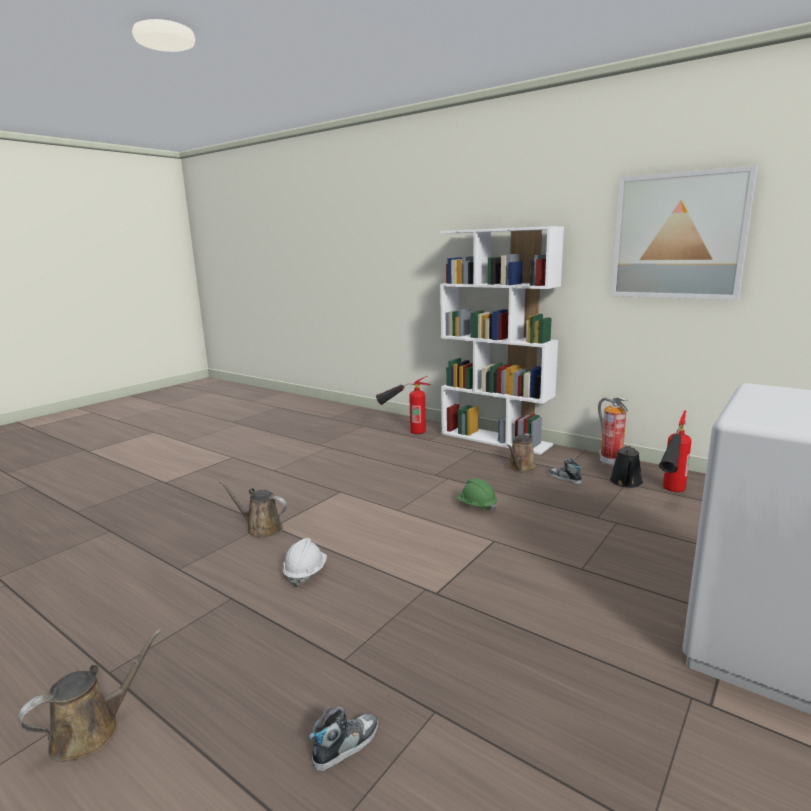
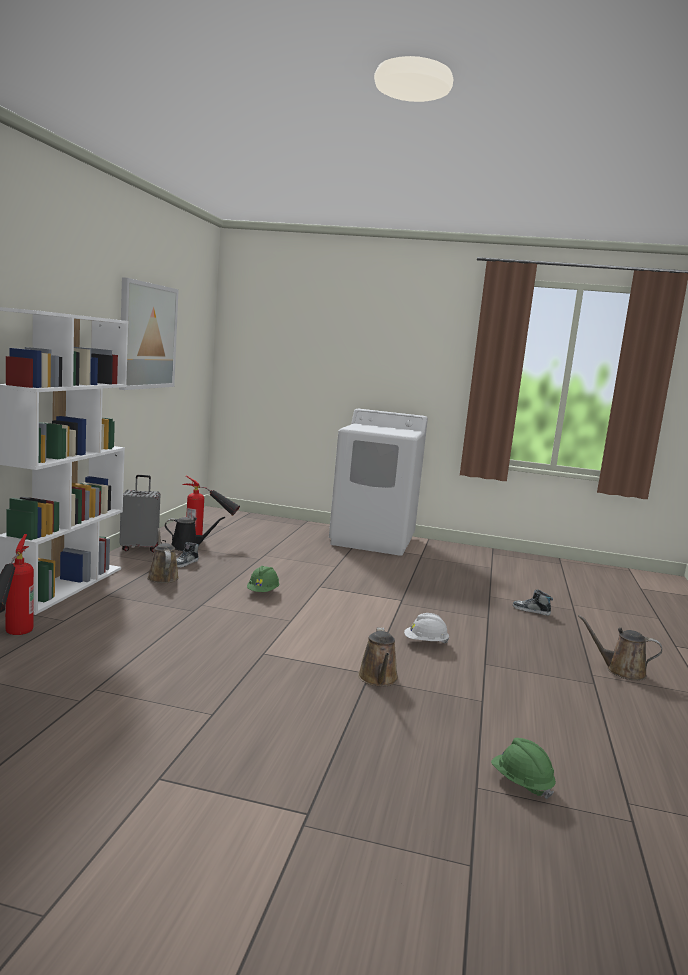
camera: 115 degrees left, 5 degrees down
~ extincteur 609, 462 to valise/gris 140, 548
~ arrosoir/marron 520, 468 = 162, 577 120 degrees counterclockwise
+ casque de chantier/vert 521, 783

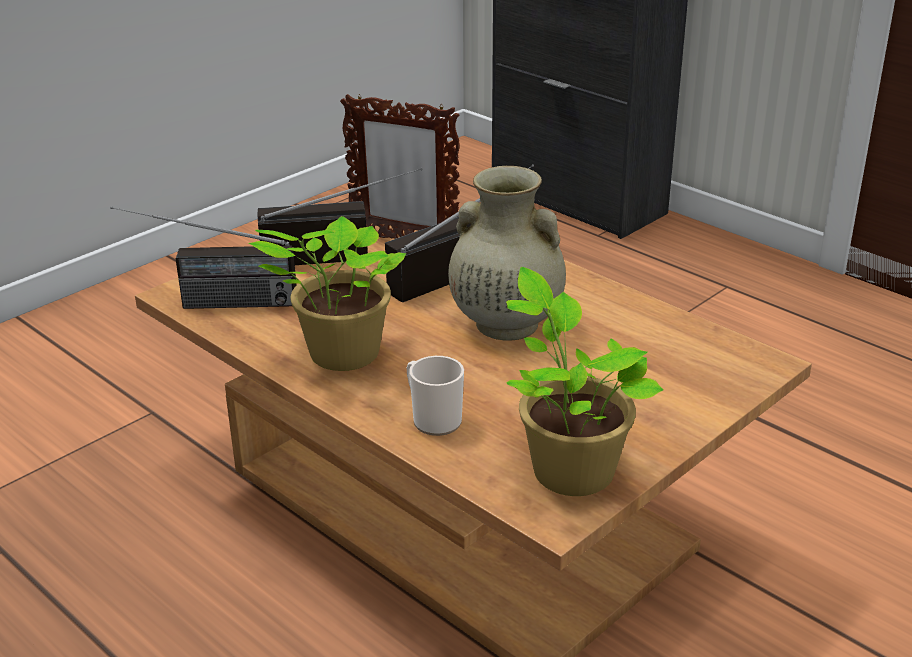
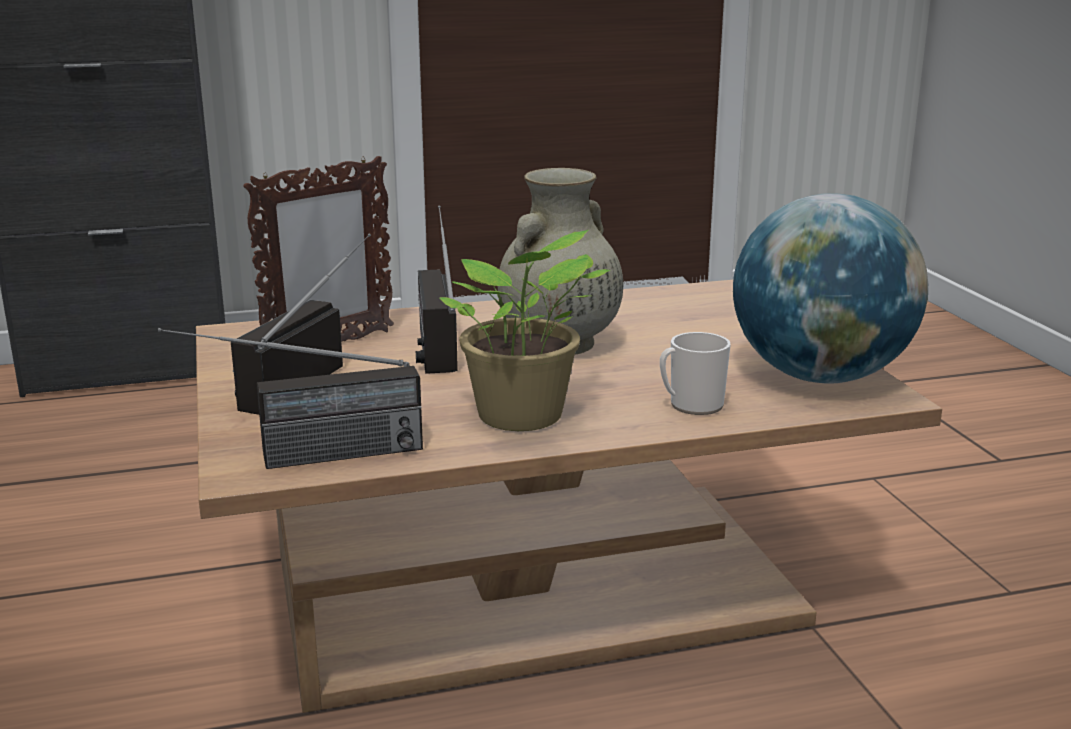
camera: 60 degrees left, 10 degrees down
~ radio 209, 303 = 300, 458 45 degrees clockwise
~ plante en pot 568, 469 to globe 820, 376

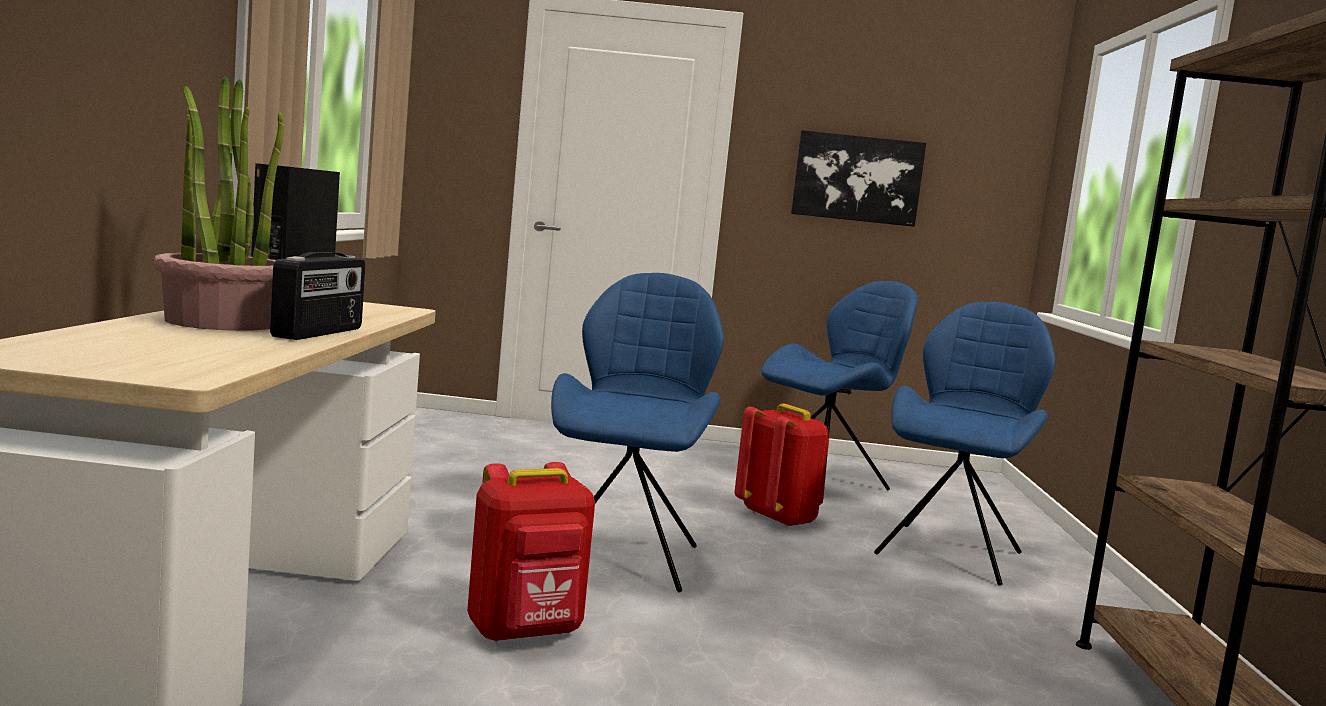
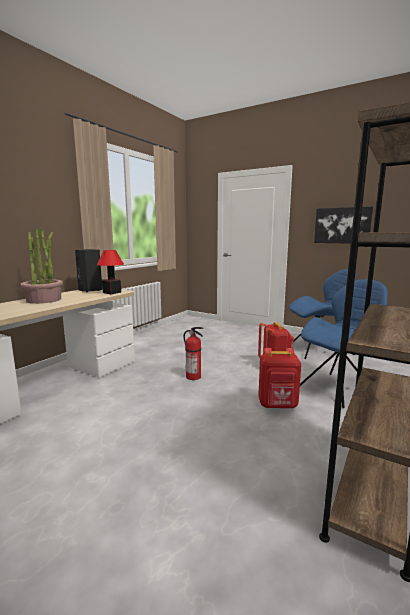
camera: 30 degrees right, 5 degrees up
+ lampe de table 112, 292
~ chaise/bleu 623, 556 to extincteur 194, 377
~ sac à dos/rouge 526, 632 to 278, 405
- radio 319, 333

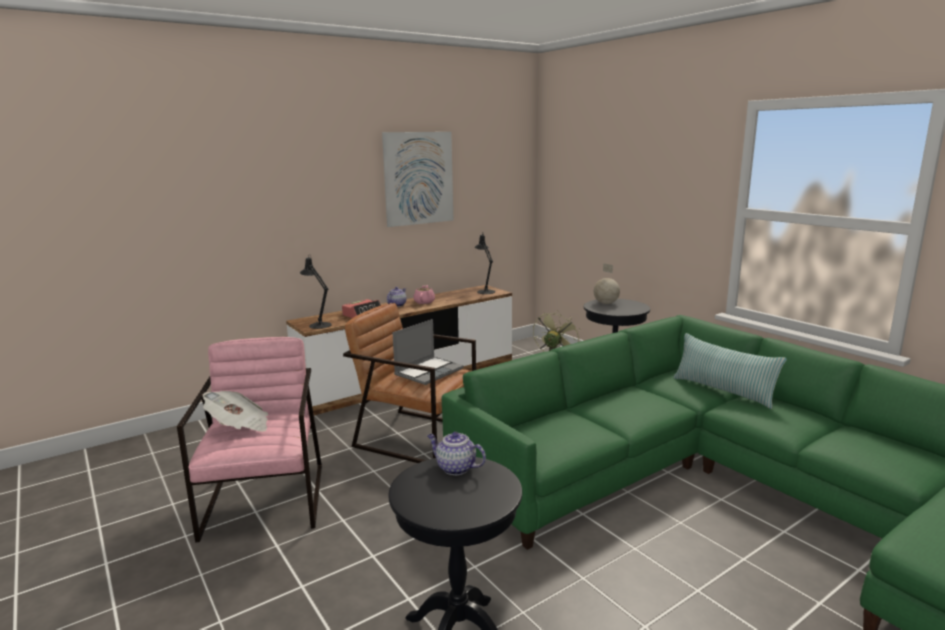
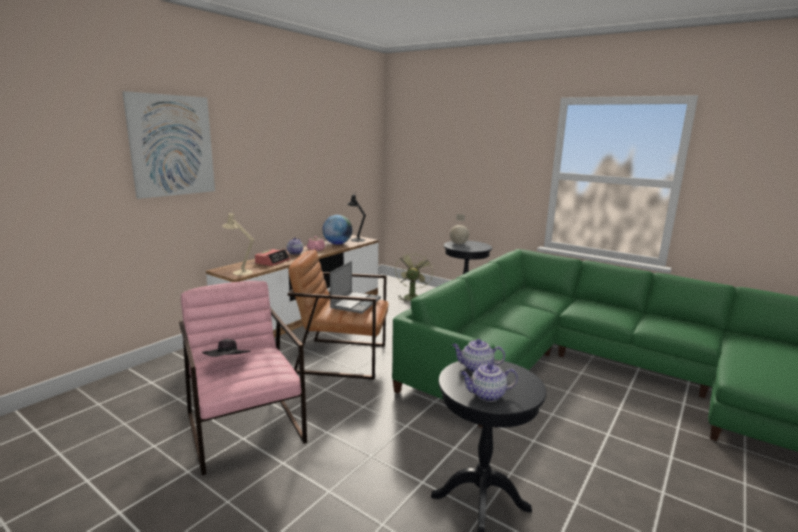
camera: 20 degrees left, 0 degrees up
~ tableau 419, 178 to 172, 146
~ journal 239, 426 to chapeau/noir 228, 363
~ lampe de table/noir 318, 324 to lampe de table/beige 240, 272
+ globe 337, 244
+ théière 487, 395
- coussin 723, 390

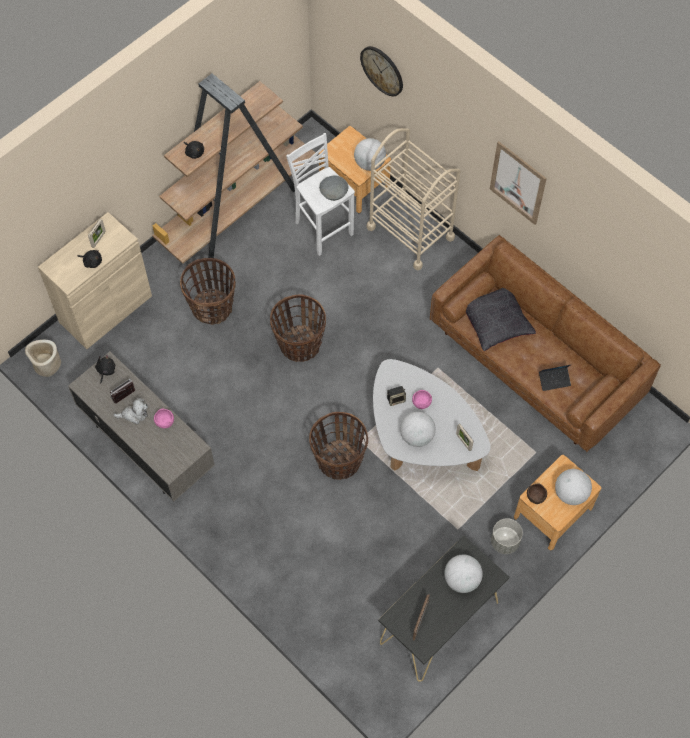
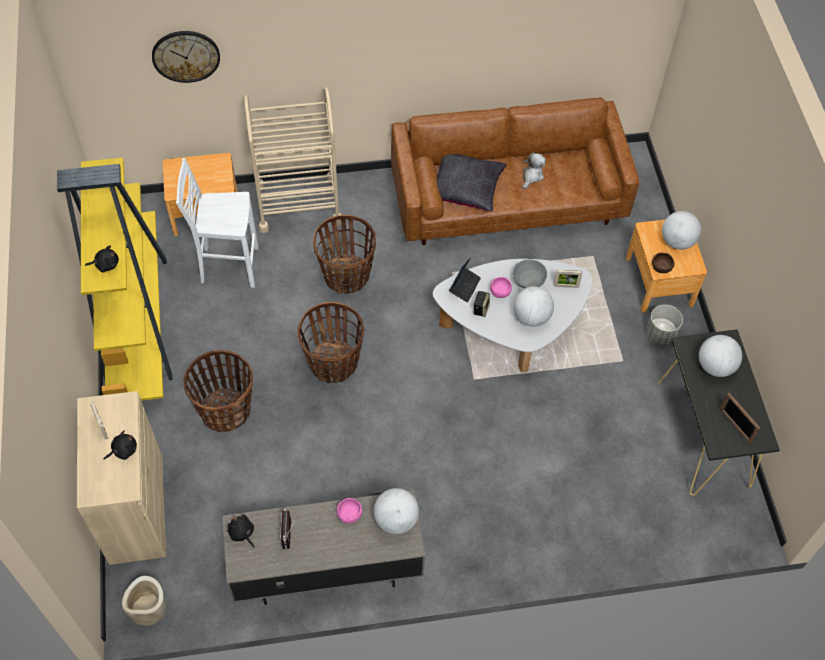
camera: 55 degrees left, 5 degrees down
~ bibliothèque/marron 237, 207 to bibliothèque/jaune 136, 319
~ panier 339, 461 to 346, 275
~ globe 369, 163 to 396, 520
~ ordinateur portable 554, 380 to 464, 286
~ bol/gris 334, 193 to 528, 280
~ peluche 134, 414 to 532, 176
- tableau 517, 183

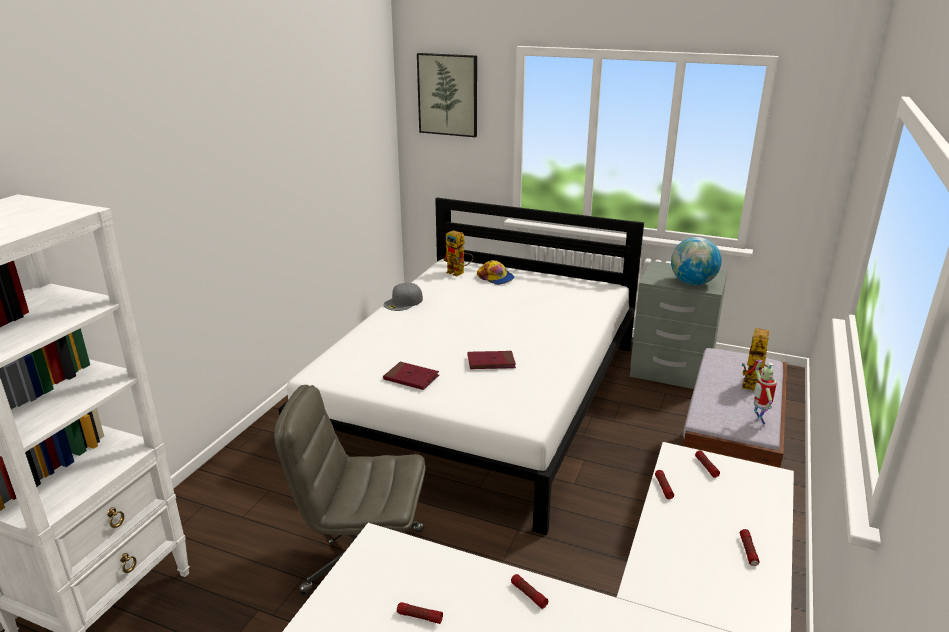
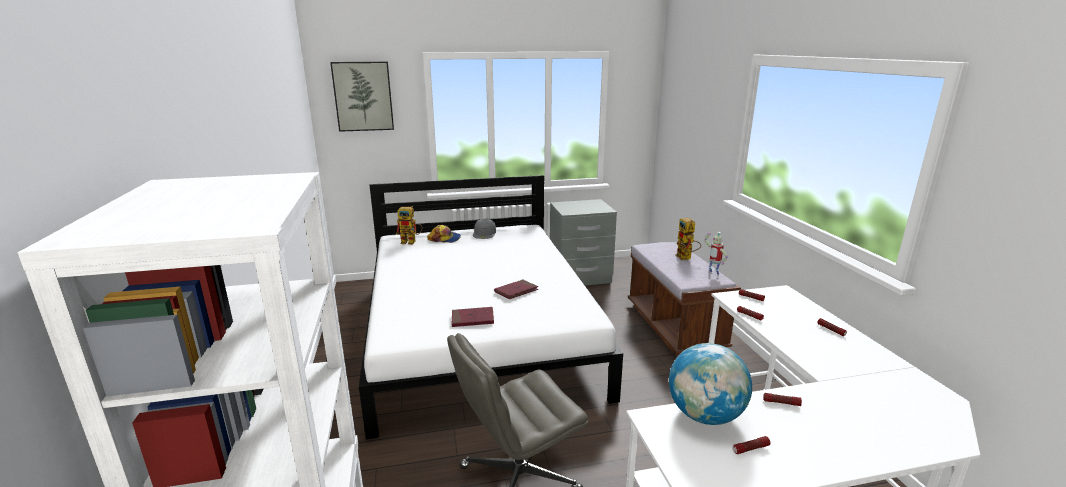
camera: 35 degrees left, 5 degrees down
~ casquette/gris 403, 302 to 484, 233
~ globe 692, 283 to 705, 415

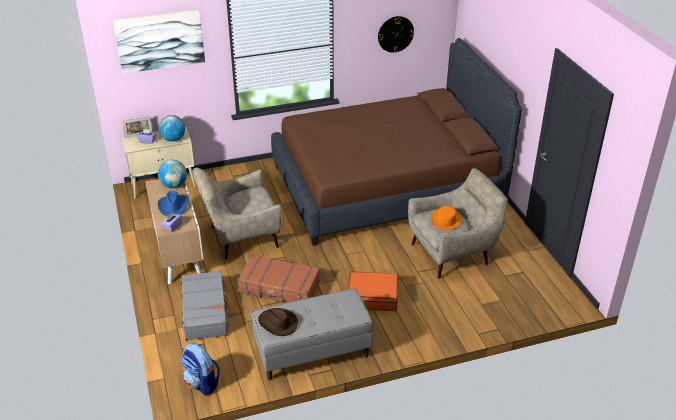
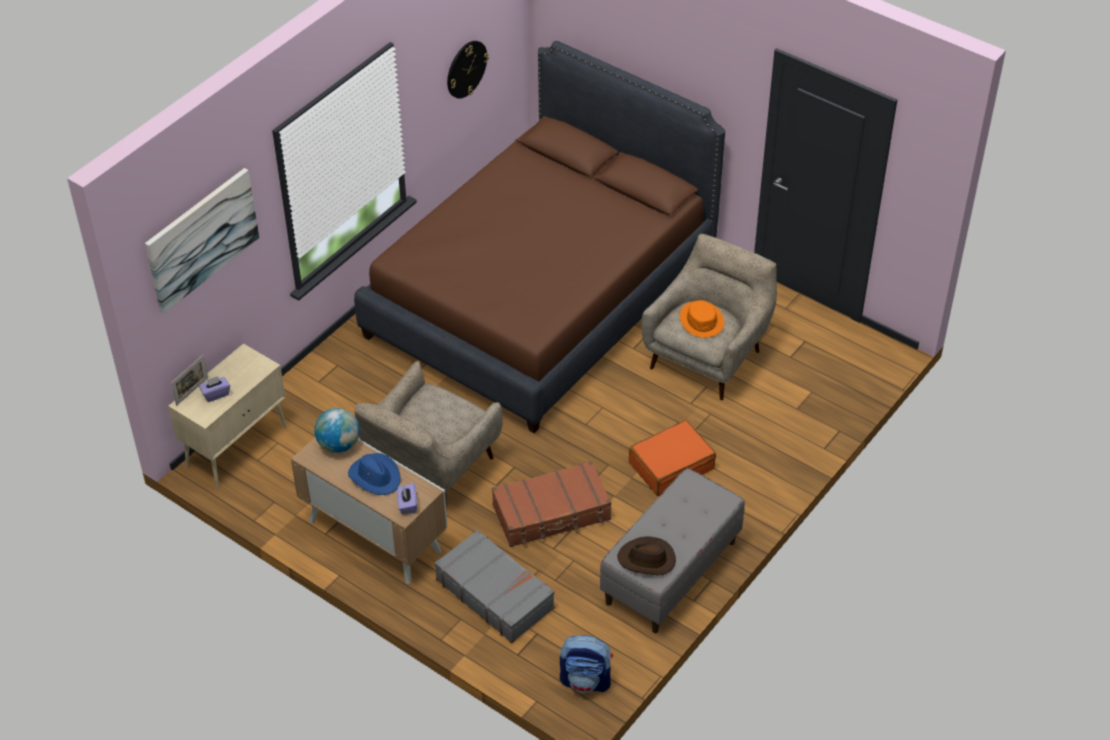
camera: 35 degrees left, 10 degrees up
- globe 173, 139

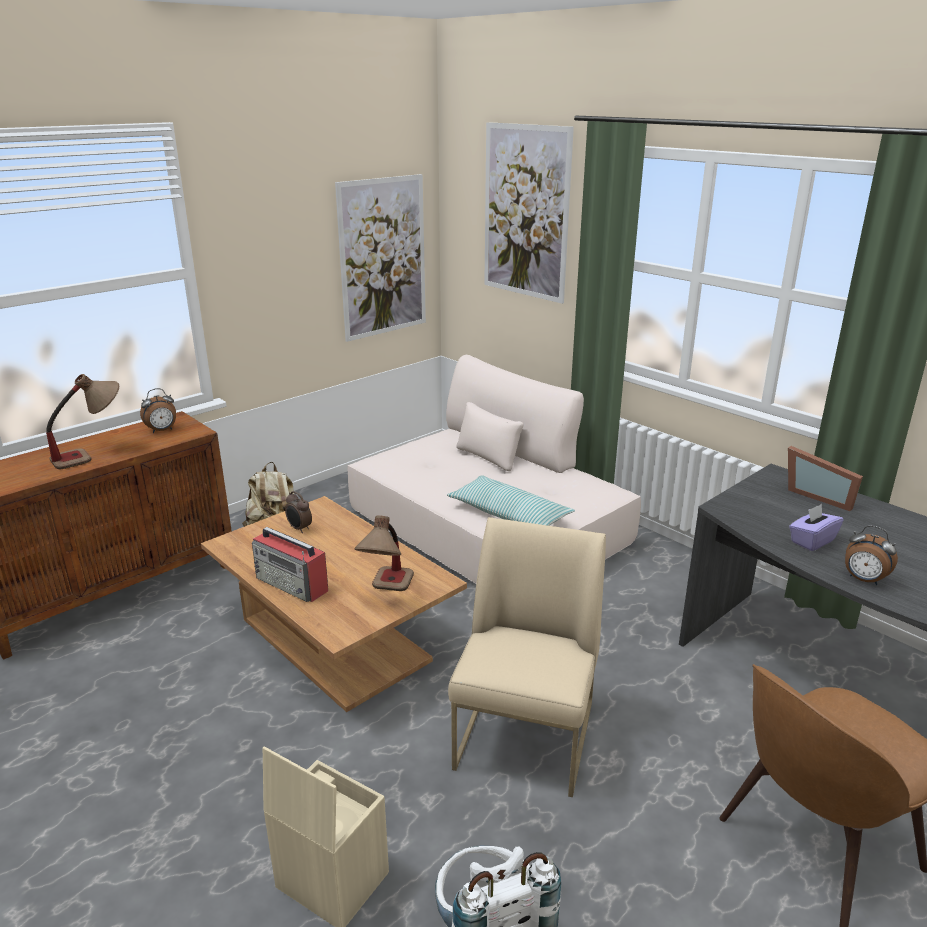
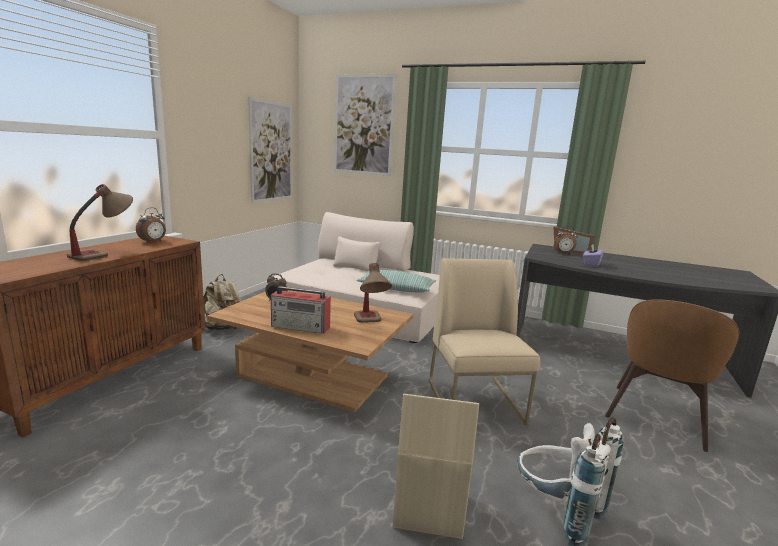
camera: 25 degrees left, 10 degrees down
~ réveil 863, 580 to 563, 253

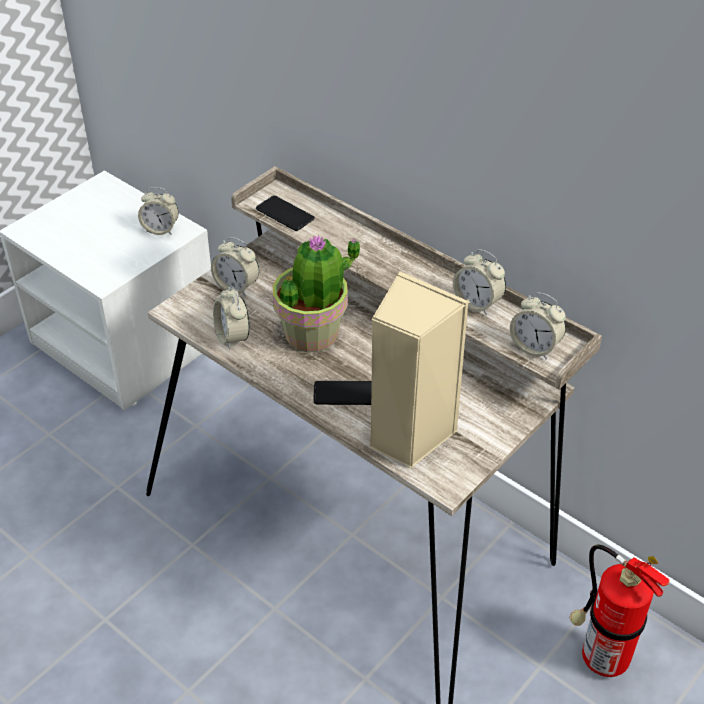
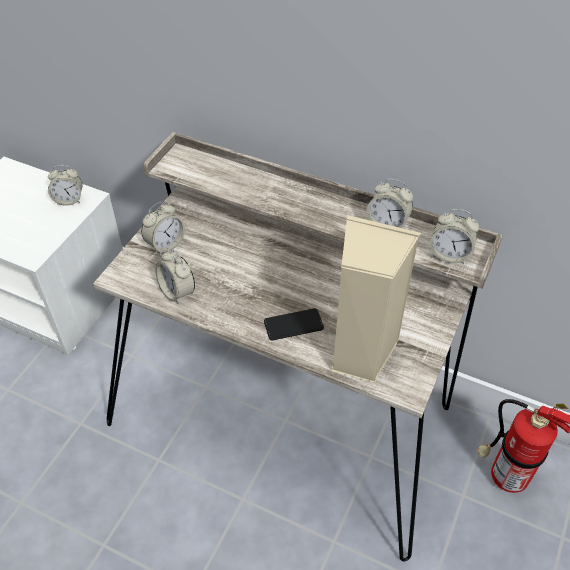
camera: 15 degrees left, 5 degrees up
~ réveil 236, 287 = 165, 244 60 degrees counterclockwise
- téléphone 285, 214
- plante en pot 313, 334

